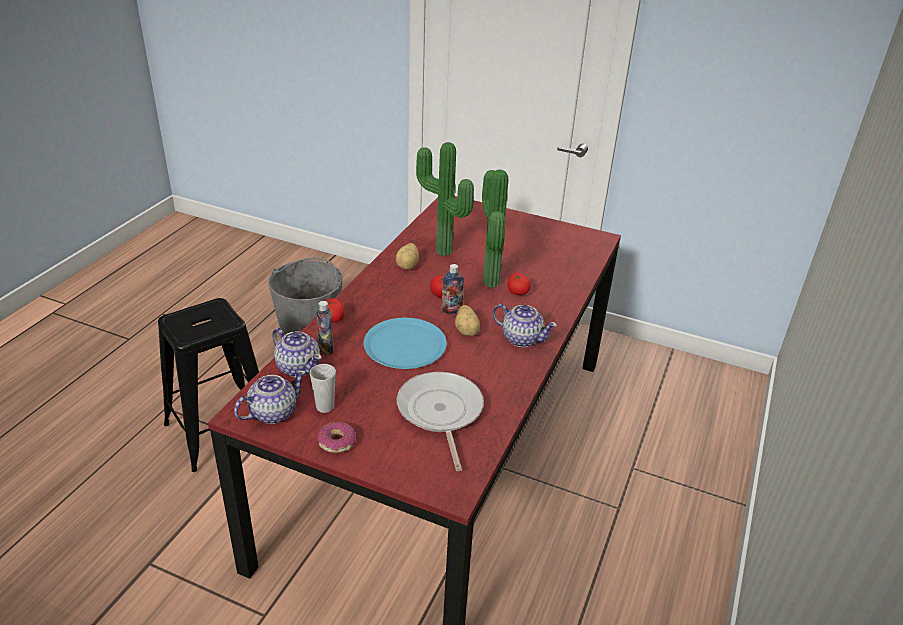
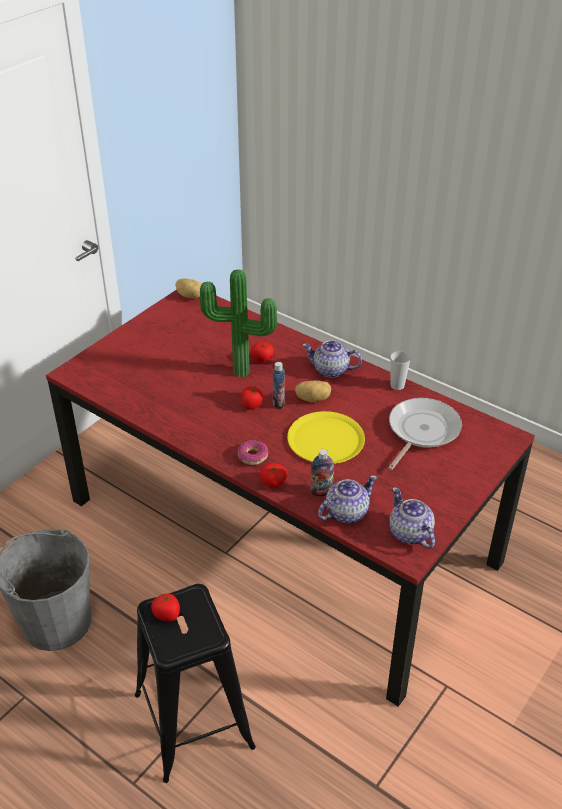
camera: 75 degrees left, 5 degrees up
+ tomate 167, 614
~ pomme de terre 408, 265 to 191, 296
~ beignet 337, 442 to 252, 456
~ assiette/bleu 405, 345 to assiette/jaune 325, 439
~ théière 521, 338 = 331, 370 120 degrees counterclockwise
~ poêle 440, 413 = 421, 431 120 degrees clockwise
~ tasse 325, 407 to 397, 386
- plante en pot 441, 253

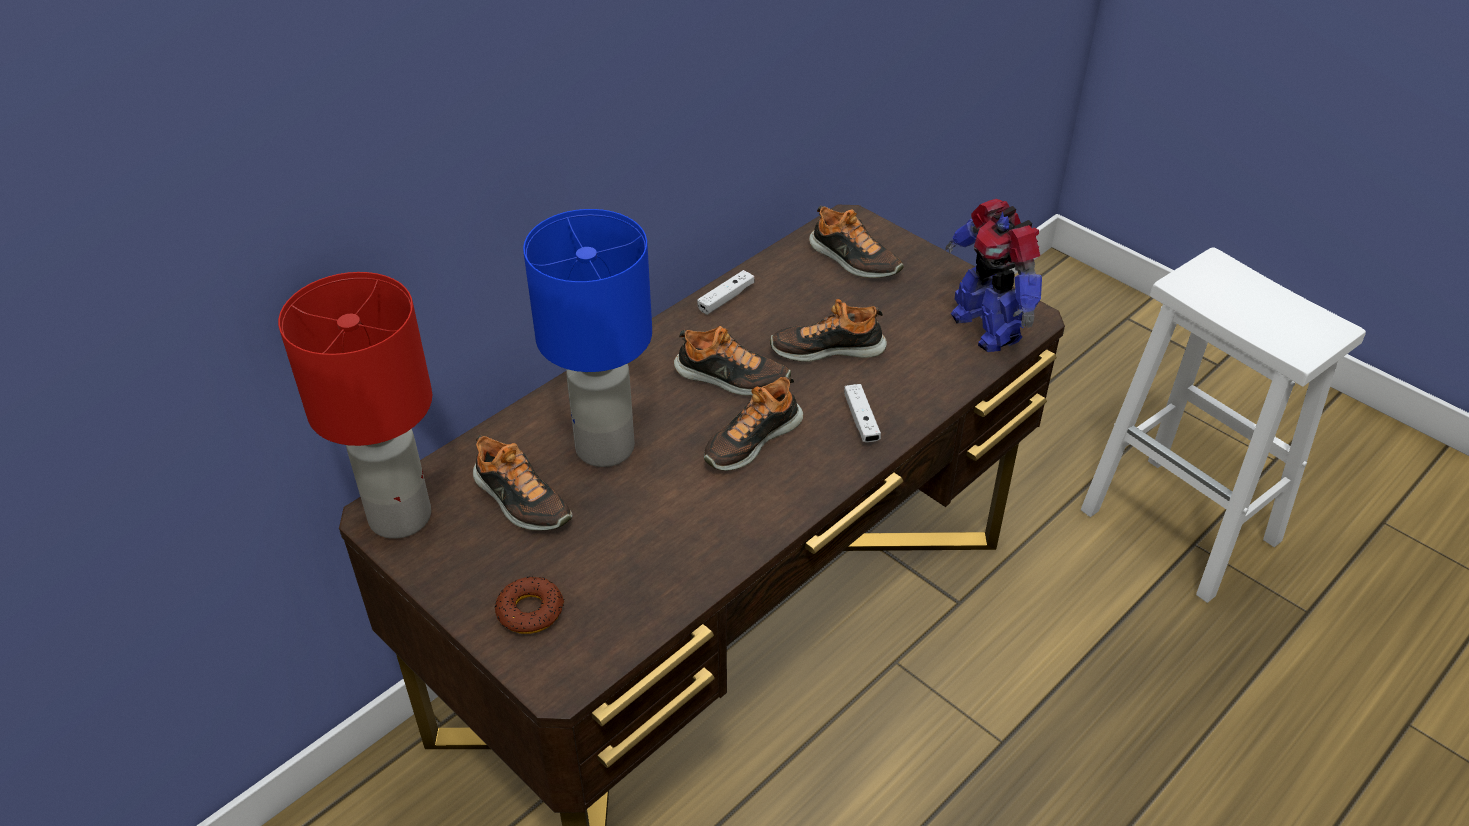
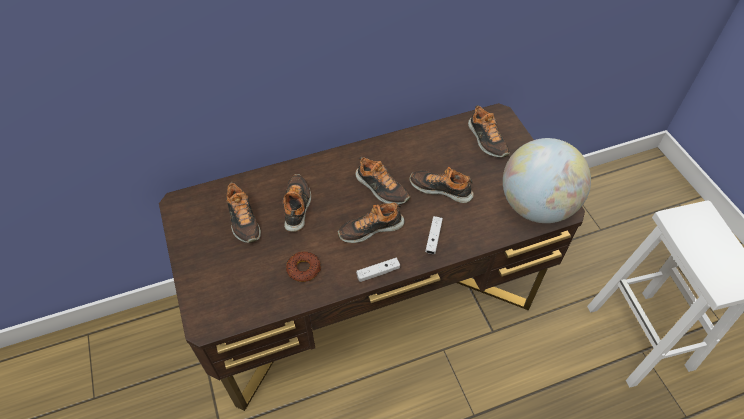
camera: 25 degrees right, 10 degrees up
~ lampe de table/bleu 604, 448 to chaussure 297, 206
~ beignet 530, 611 to 304, 269
~ manette/blanc 726, 298 to 378, 272
~ robot jouet 986, 326 to globe 536, 206
- lampe de table/rouge 399, 515

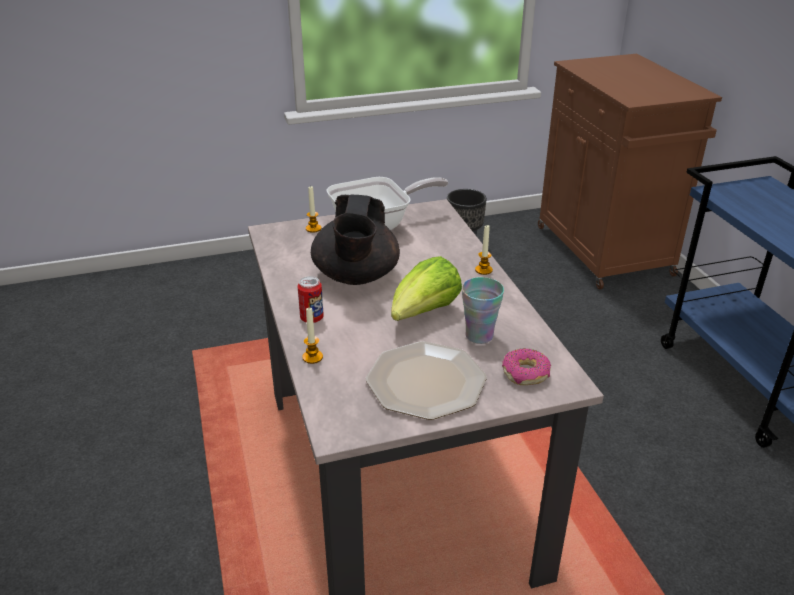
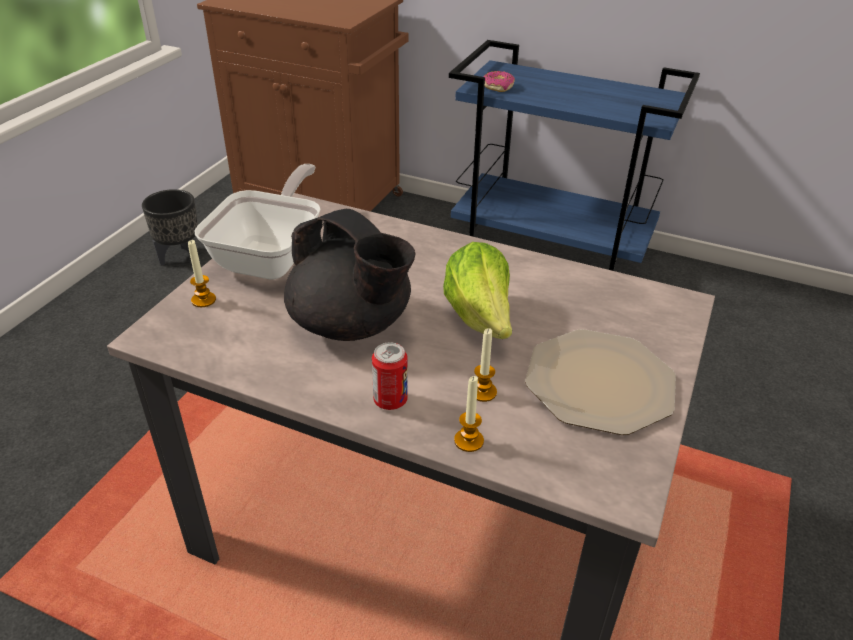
camera: 50 degrees left, 5 degrees up
~ bougie 483, 270 to 483, 392
~ beignet 526, 373 to 498, 87
- tasse 479, 335

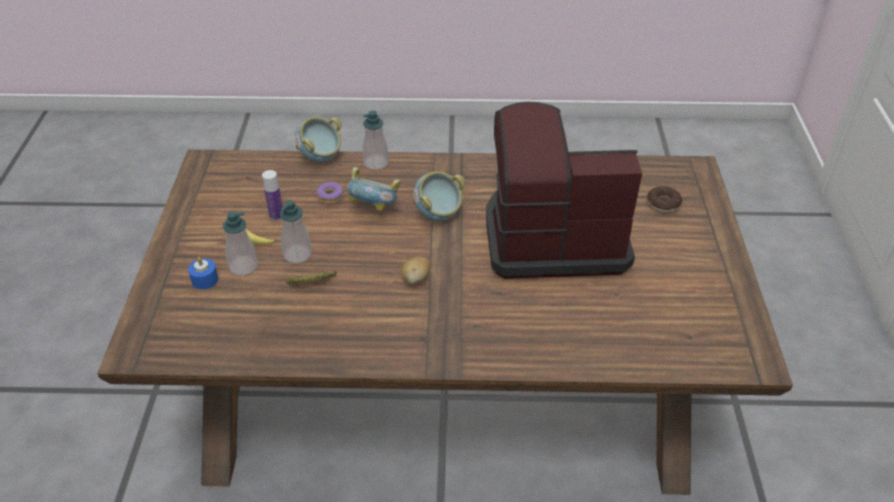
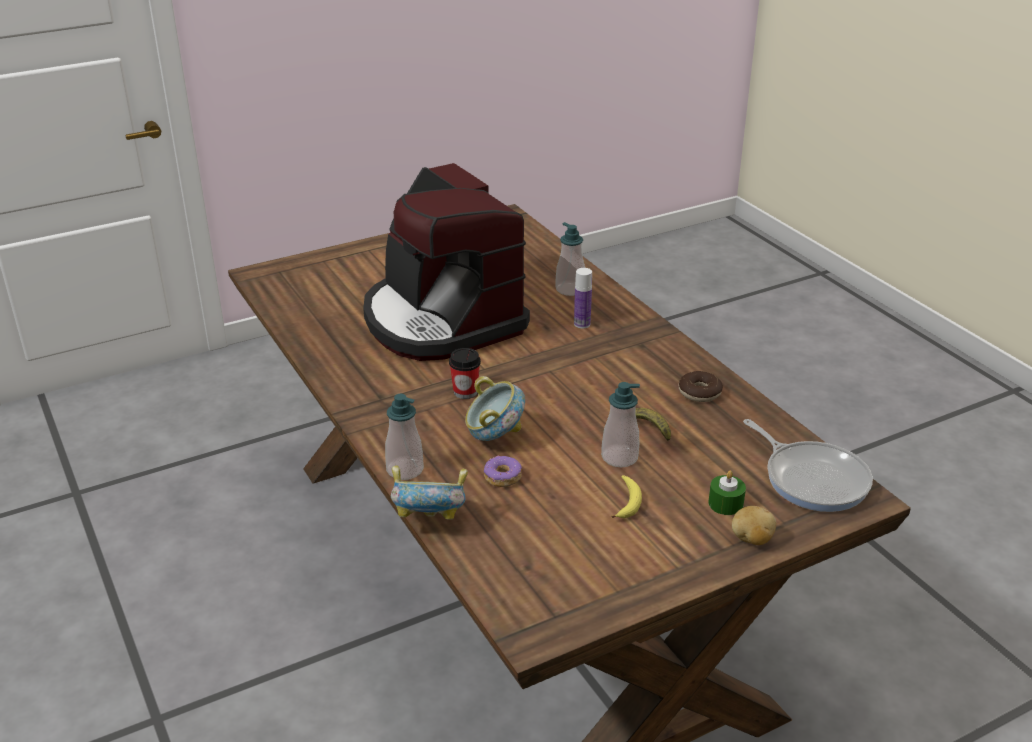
camera: 120 degrees left, 10 degrees down
~ bol 438, 215 to tasse 465, 392
~ distributeur de savon 243, 266 to 570, 289
~ bouteille 276, 216 to 582, 324
~ beignet 663, 204 to 699, 393
~ bougie/bleu 205, 280 to bougie/vert 725, 503
~ pomme de terre 415, 279 to 751, 539
+ poêle 812, 479

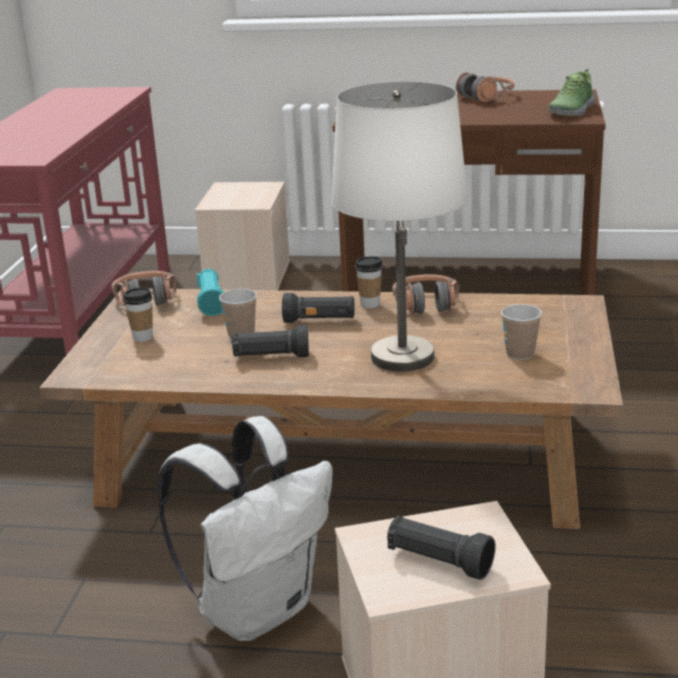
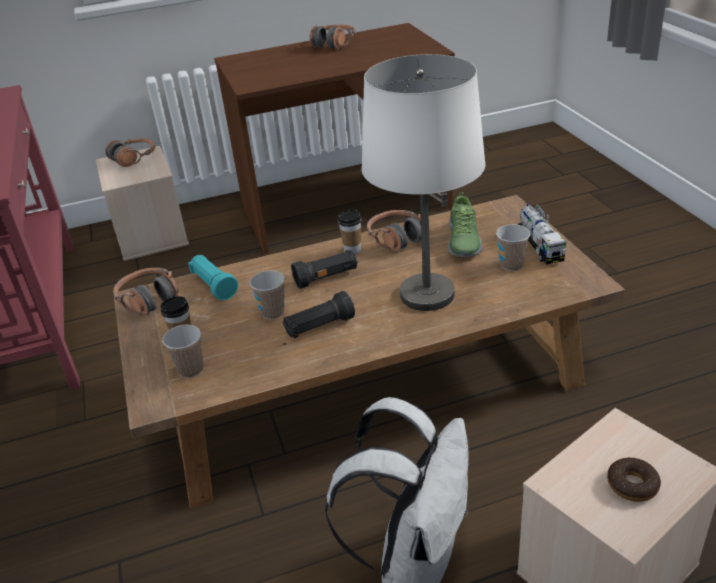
camera: 25 degrees left, 10 degrees up
+ casque audio 134, 158
+ tasse 190, 369
~ chaussure 571, 110 to 463, 241
+ camion jouet 539, 246
~ lampe de poche/noir 438, 562 to beignet 632, 485

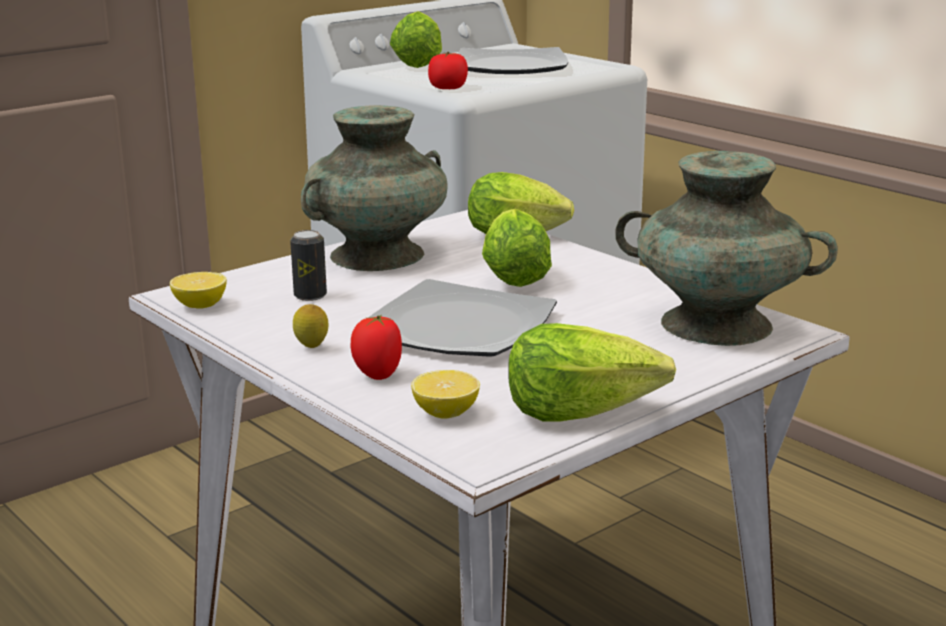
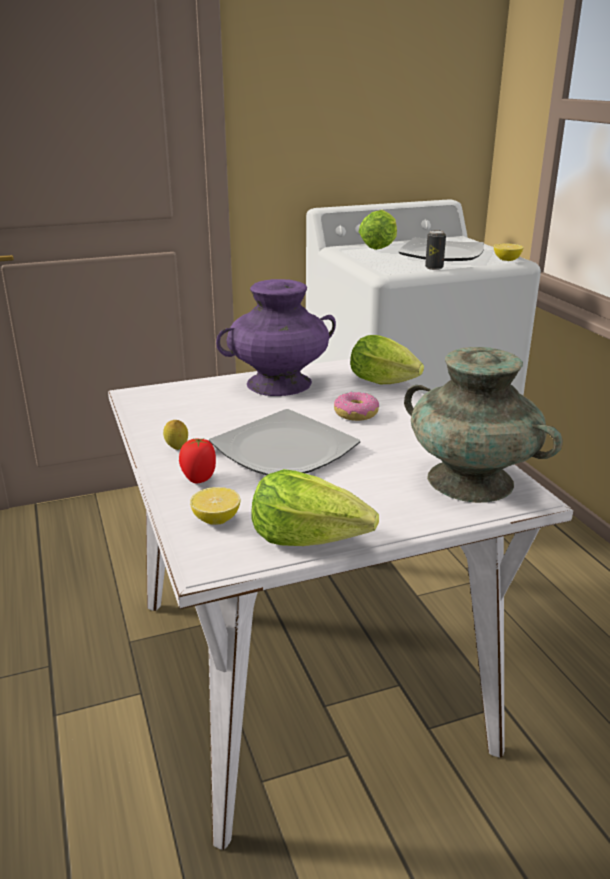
camera: 20 degrees right, 5 degrees up
~ vase/turquoise 376, 256 to vase/violet 278, 384
~ laitue 514, 276 to beignet 356, 414
~ boîte métallique 310, 296 to 434, 268
~ citron 200, 305 to 506, 260
- tomate 448, 88

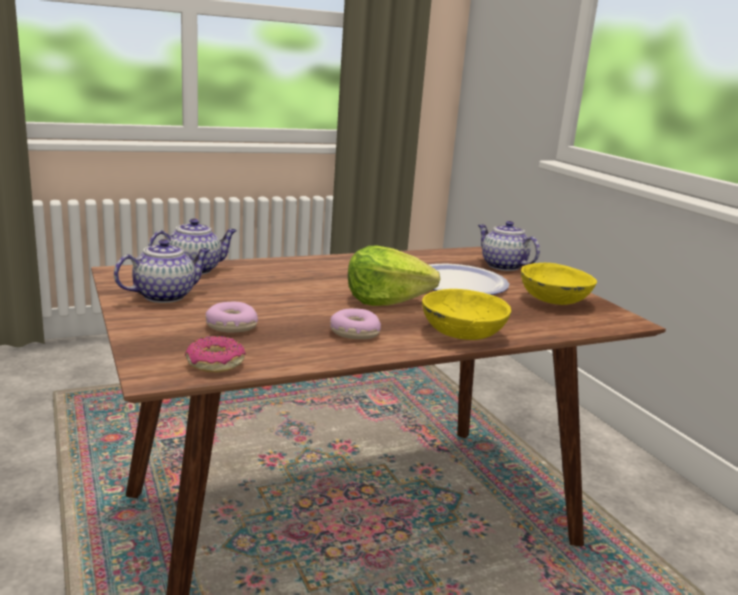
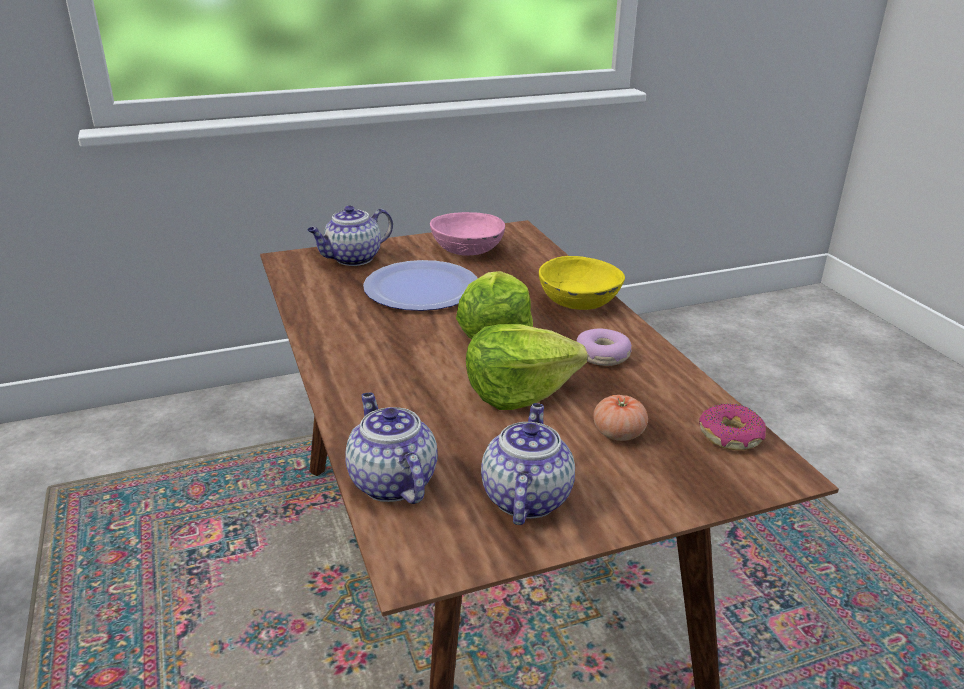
camera: 85 degrees left, 10 degrees up
~ bol/jaune 553, 300 to bol/rose 467, 250
+ laitue 518, 391
~ théière 165, 295 = 525, 497 45 degrees clockwise
~ beignet 230, 326 to tomate 618, 433

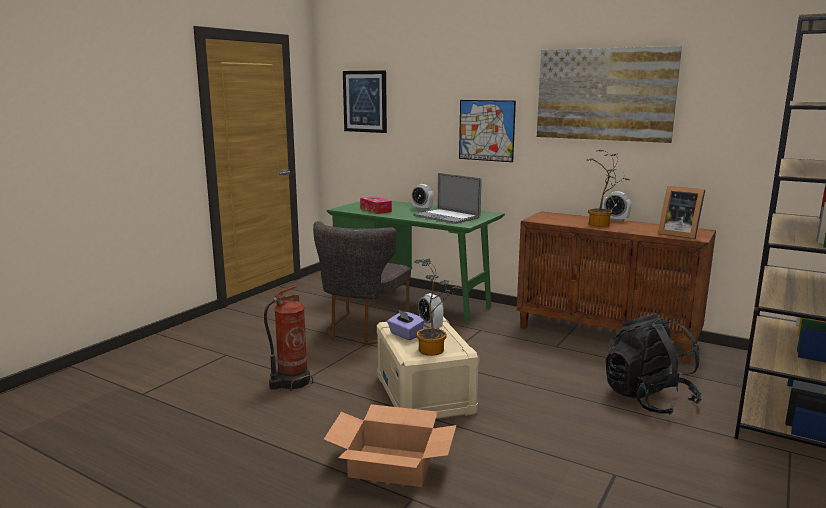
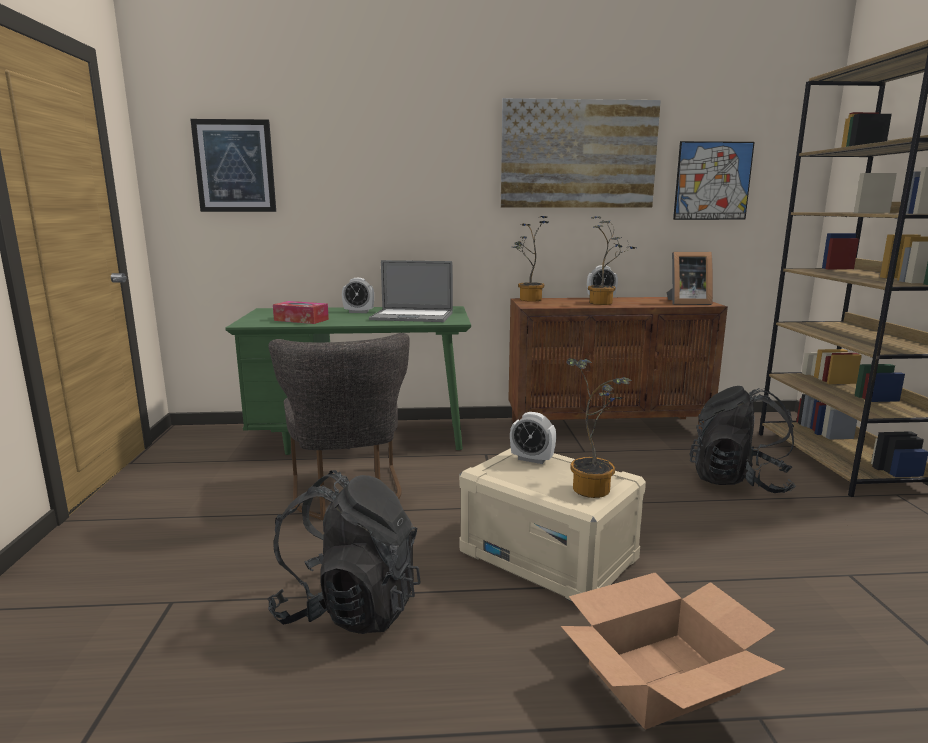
camera: 35 degrees left, 0 degrees up
~ extincteur 291, 382 to sac à dos/noir 349, 608
+ plante en pot 528, 300
~ tableau 486, 130 to 712, 181
- boîte à mouchoirs/violet 405, 335

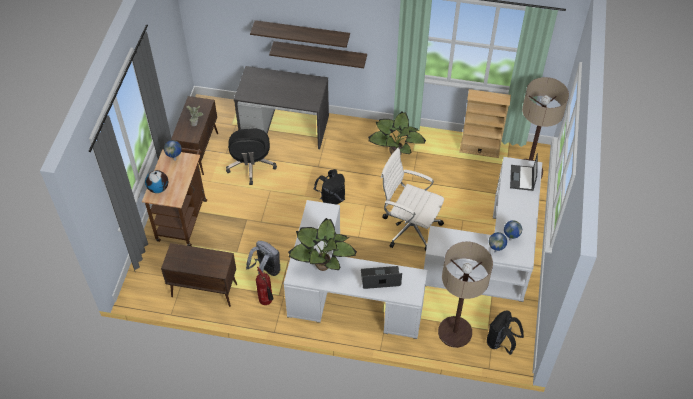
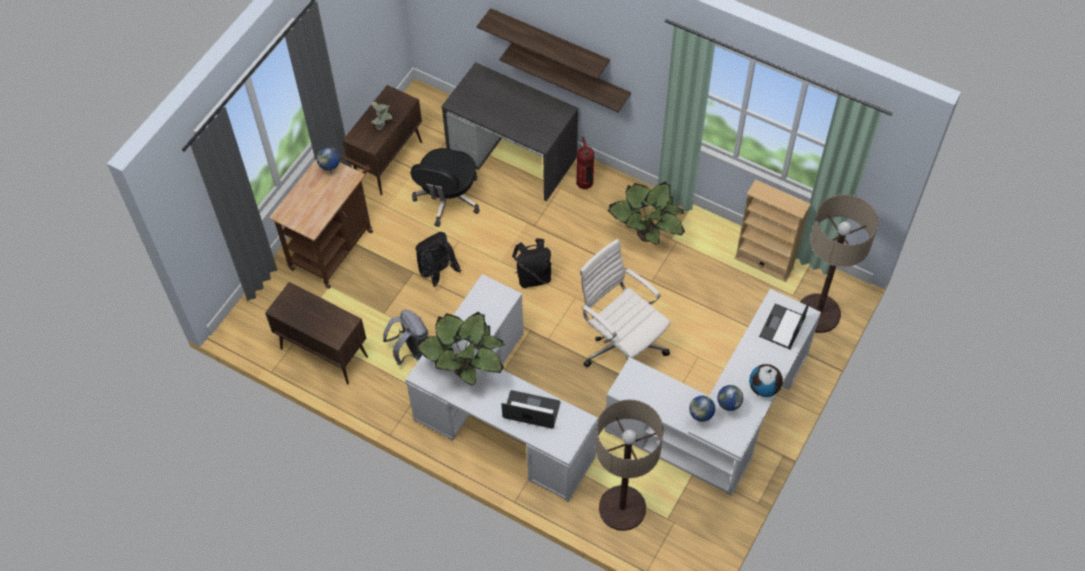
camera: 20 degrees right, 5 degrees up
~ sac à dos/noir 501, 342 to 437, 273
~ extincteur 267, 302 to 585, 186
~ globe 158, 188 to 764, 388

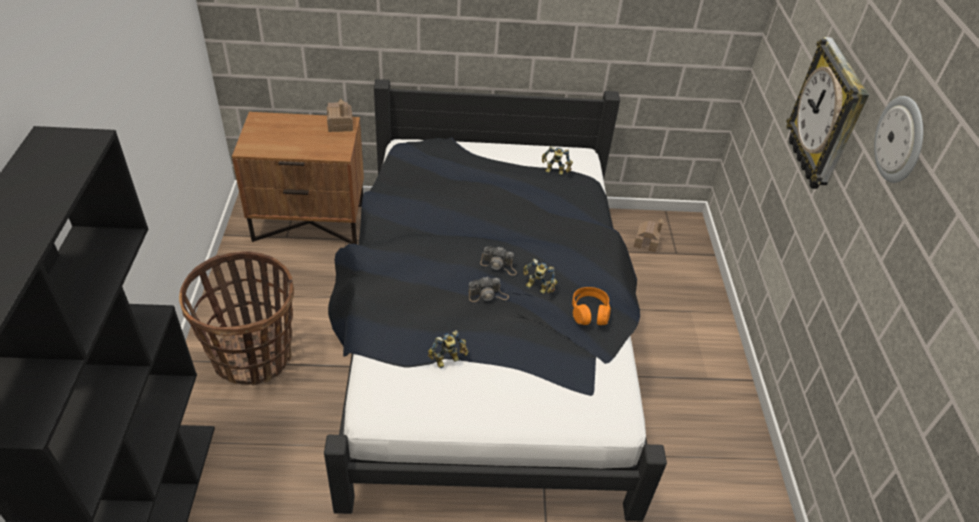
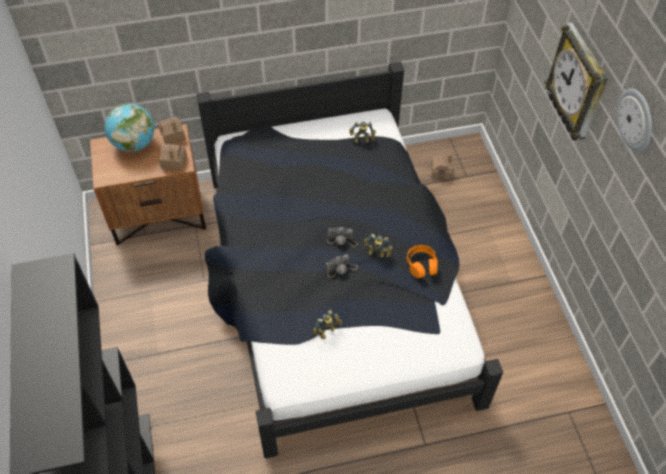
camera: 10 degrees left, 10 degrees up
+ globe 134, 144
+ maison miniature 174, 162
- panier 253, 356

